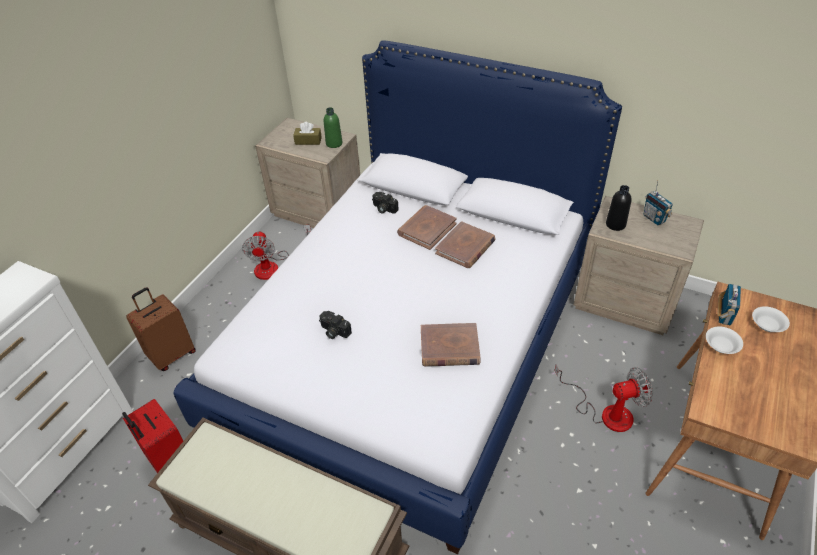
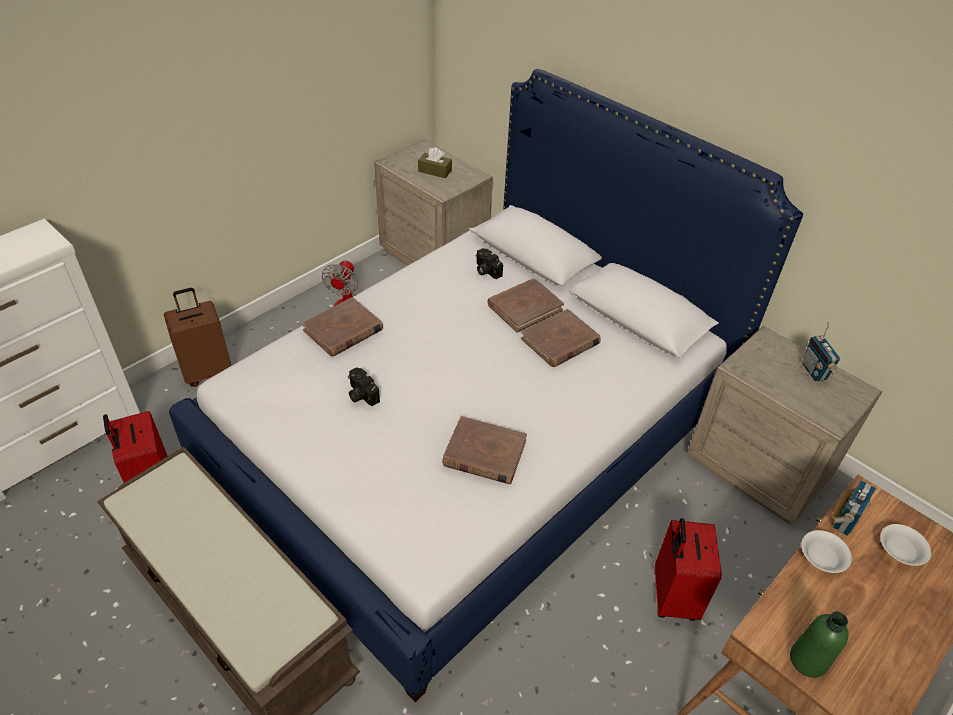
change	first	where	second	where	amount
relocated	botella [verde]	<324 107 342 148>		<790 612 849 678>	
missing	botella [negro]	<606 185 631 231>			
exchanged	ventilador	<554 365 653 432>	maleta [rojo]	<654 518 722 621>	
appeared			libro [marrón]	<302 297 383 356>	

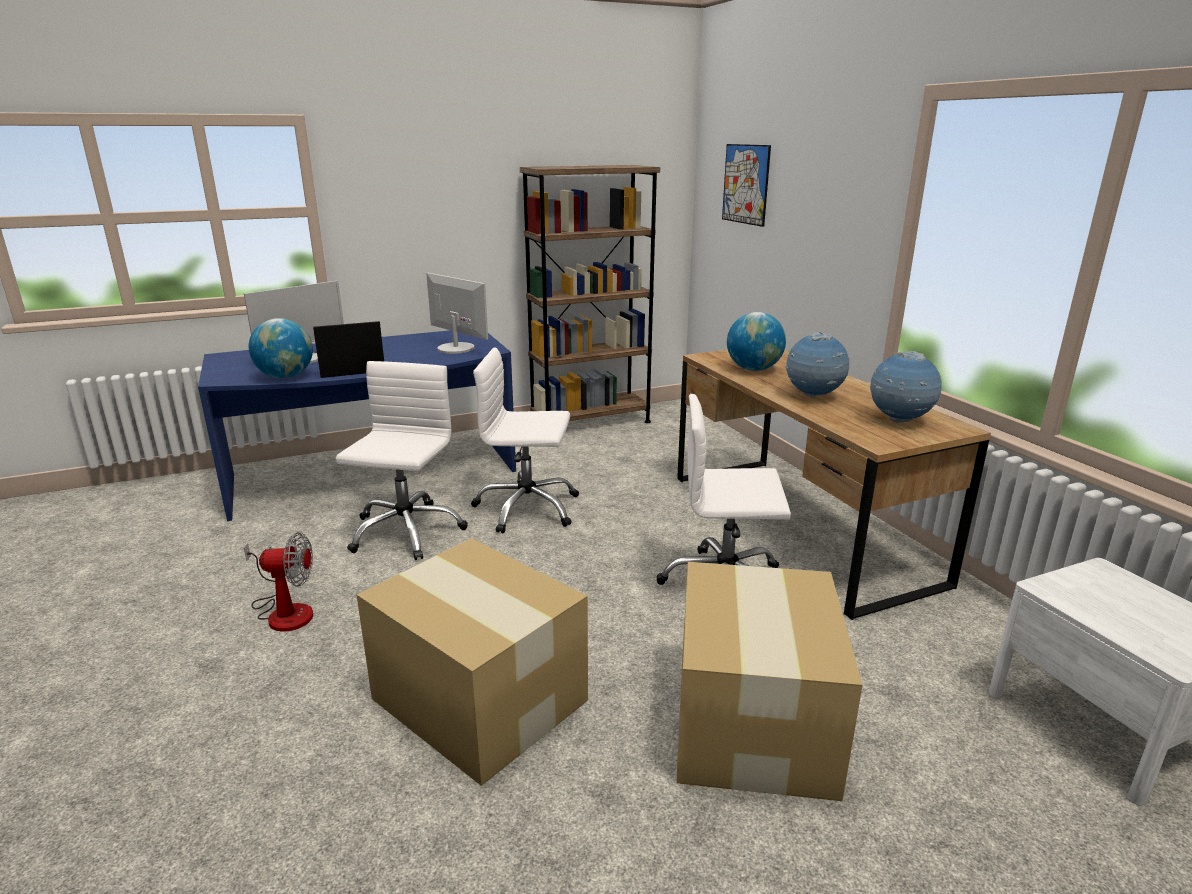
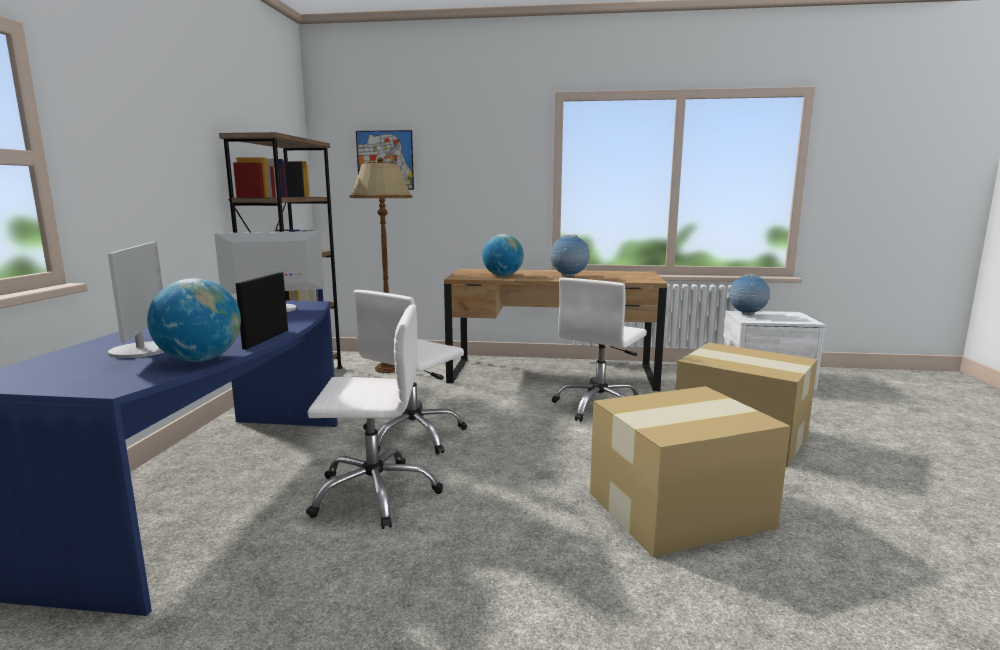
change	first	where	second	where	amount
relocated	globo terráqueo	<870 351 942 423>		<728 274 770 315>	
spun	silla de oficina [blanco]	<336 361 468 560>		<306 304 443 529>	135 degrees clockwise
missing	ventilador	<244 532 313 632>			
appeared			lámpara de pie [marrón]	<350 157 412 373>	

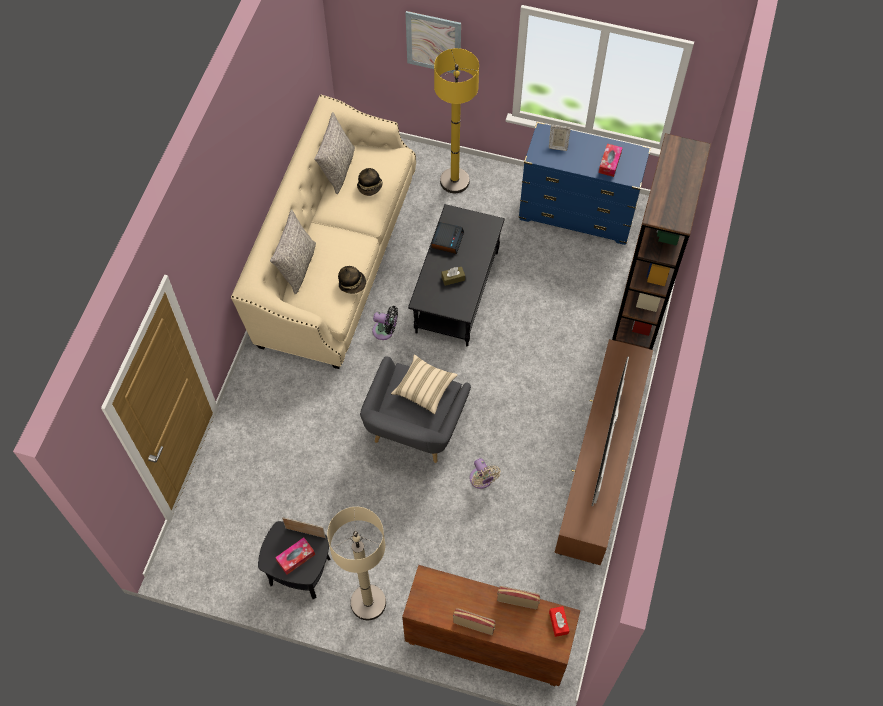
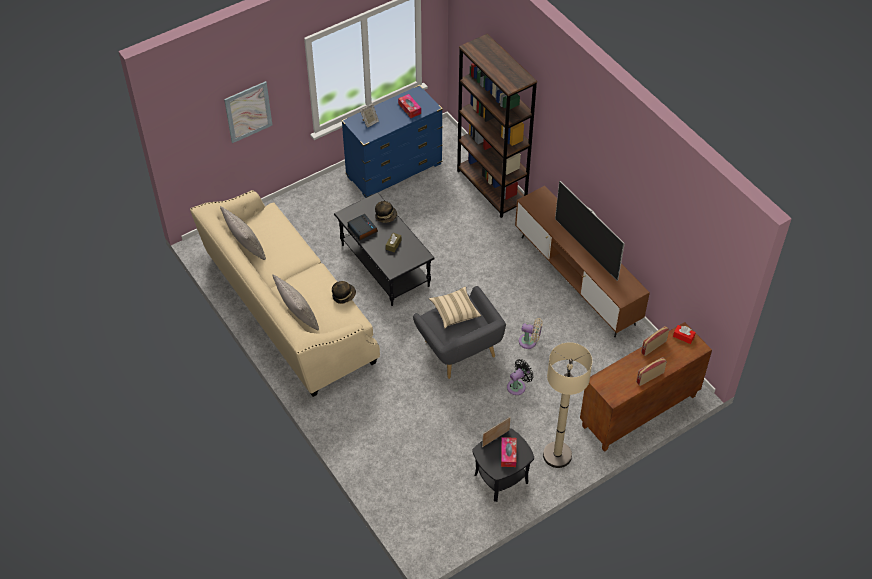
change	first	where	second	where	amount
missing	lámpara de pie [amarillo]	<434 48 479 193>			
relocated	sombrero	<357 168 383 196>		<375 201 397 223>	
relocated	ventilador [negro]	<372 306 398 340>		<507 359 533 395>	

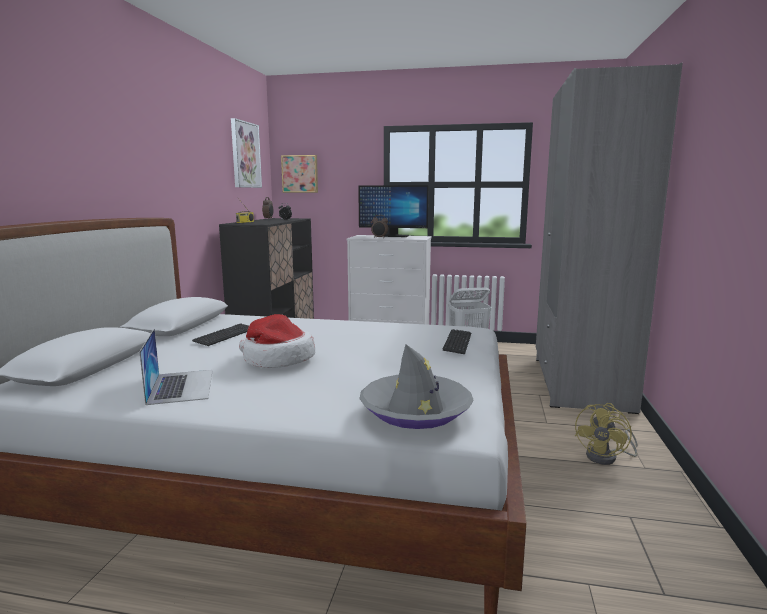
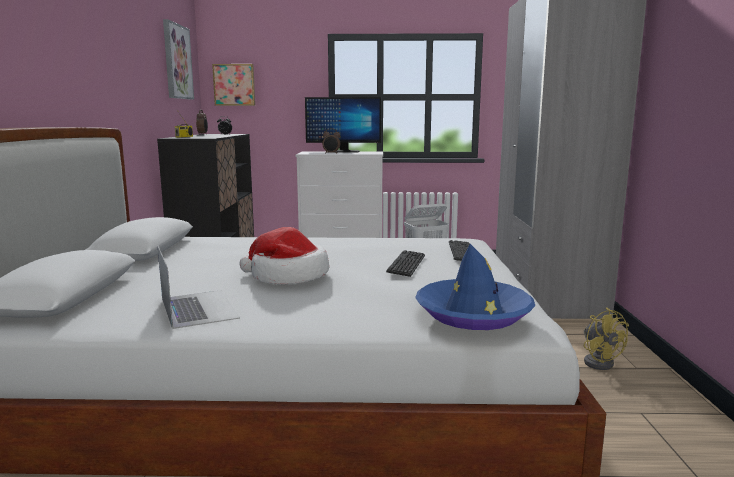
change	first	where	second	where	amount
relocated	teclado	<192 323 249 346>		<386 250 425 277>	
colour	sombrero [gris]	<359 344 474 429>	sombrero [azul]	<415 244 535 330>	
spun	ventilador [amarillo]	<575 403 637 465>		<584 307 629 370>	45 degrees counterclockwise

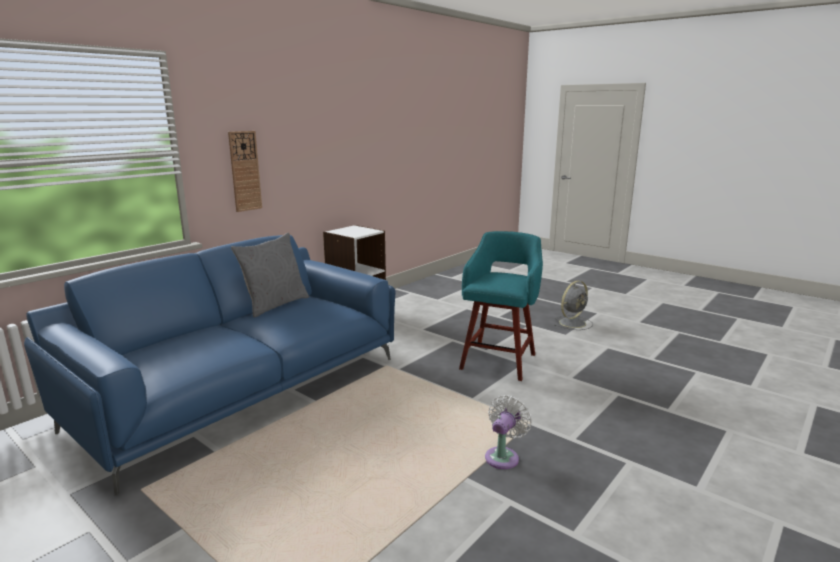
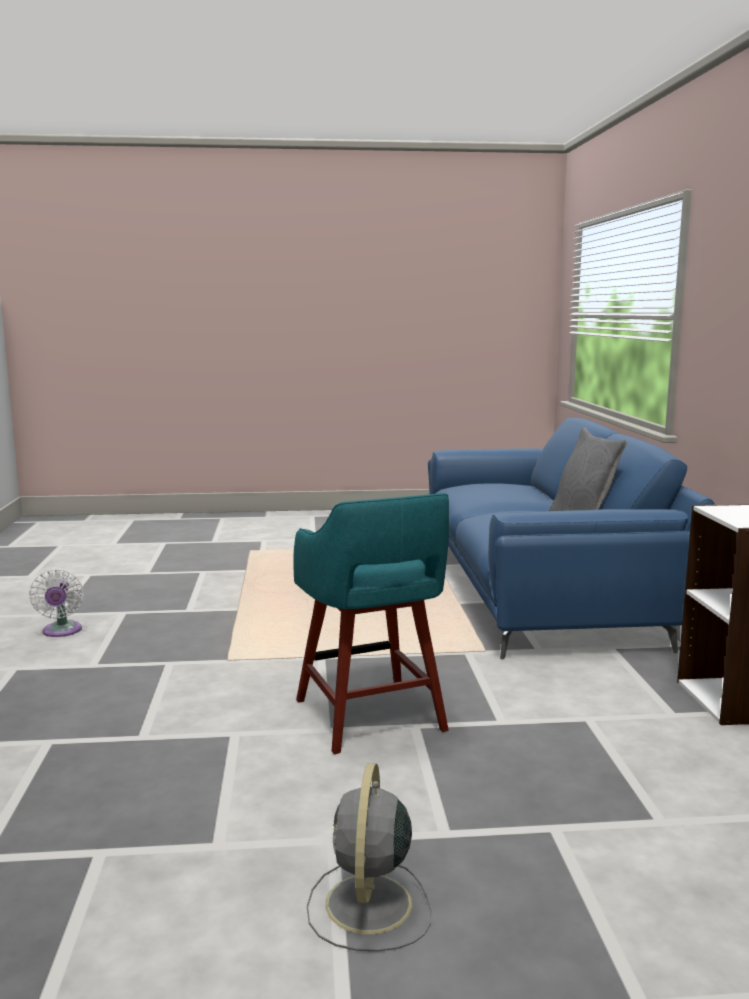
change	first	where	second	where	amount
missing	reloj de pared	<228 131 262 212>			
relocated	ventilador [blanco]	<485 395 532 469>		<29 569 84 637>	

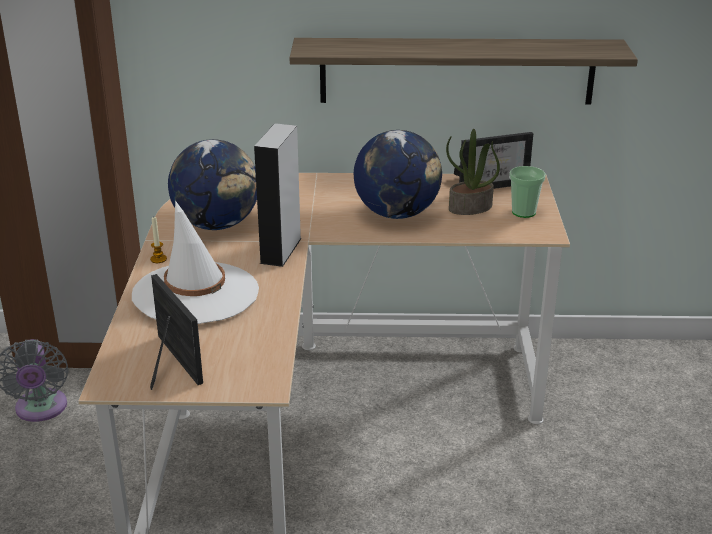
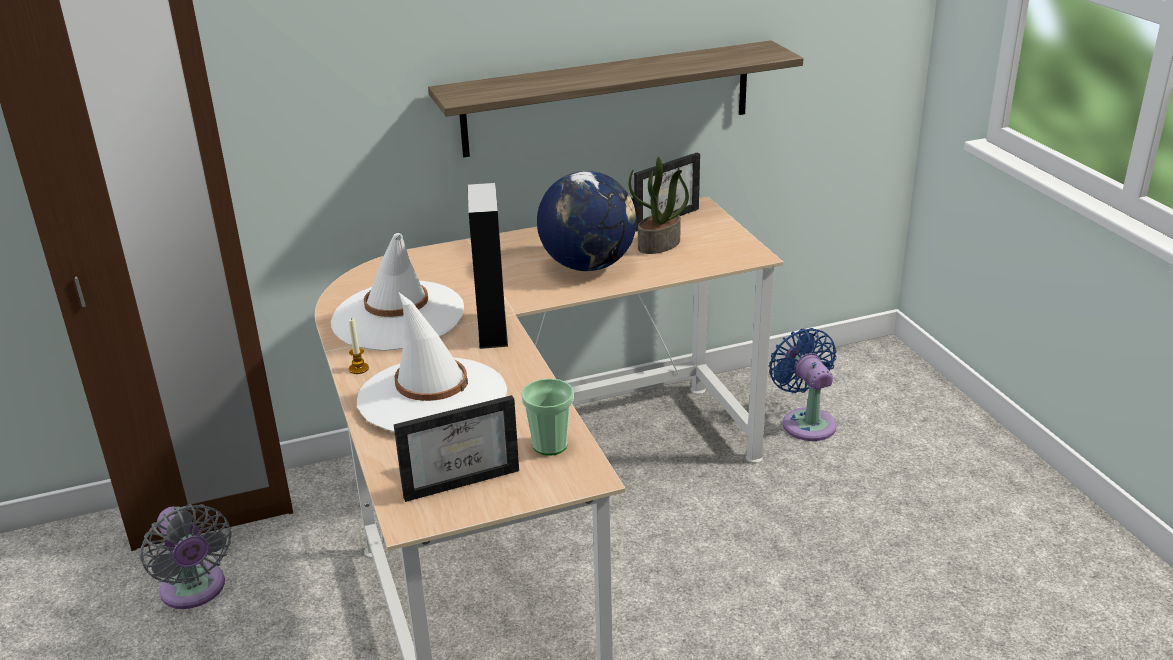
change	first	where	second	where	amount
exchanged	globo terráqueo	<168 139 257 230>	sombrero [blanco]	<331 233 464 351>	
relocated	taza	<509 166 546 218>		<521 379 574 456>	
spun	portarretratos	<150 274 203 390>		<394 395 519 502>	120 degrees clockwise
appeared			ventilador [azul]	<769 328 837 441>	

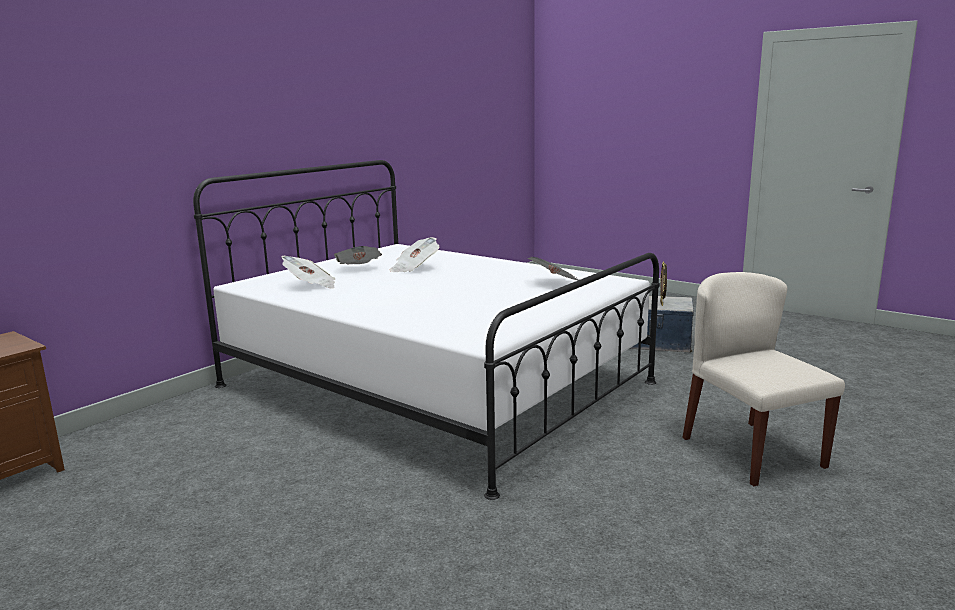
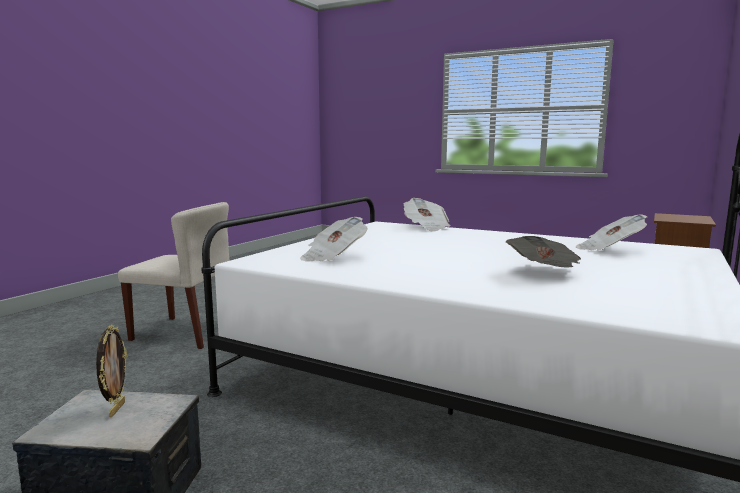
change	first	where	second	where	amount
relocated	periódico	<334 246 382 264>		<403 198 450 232>	
spun	silla [beis]	<682 272 845 486>		<118 202 229 349>	45 degrees counterclockwise

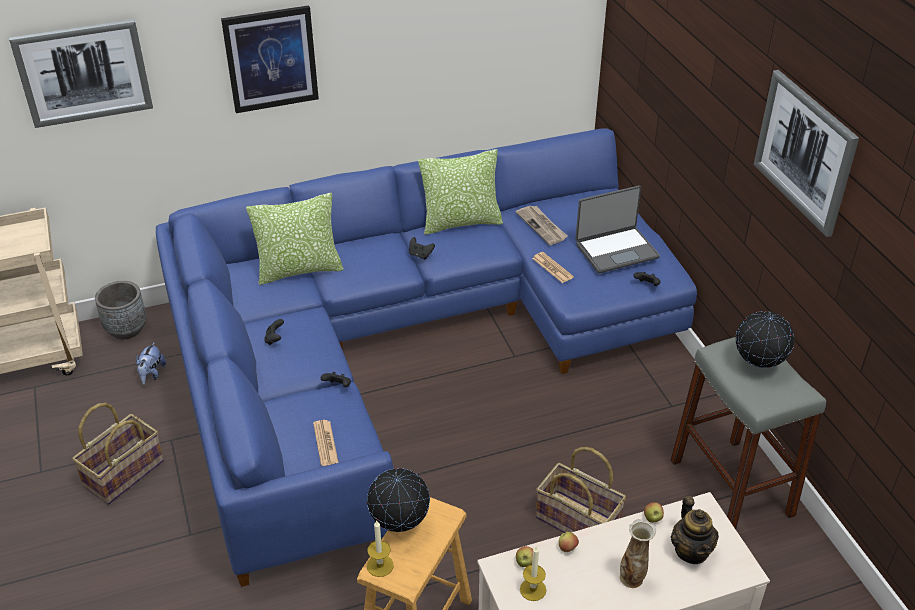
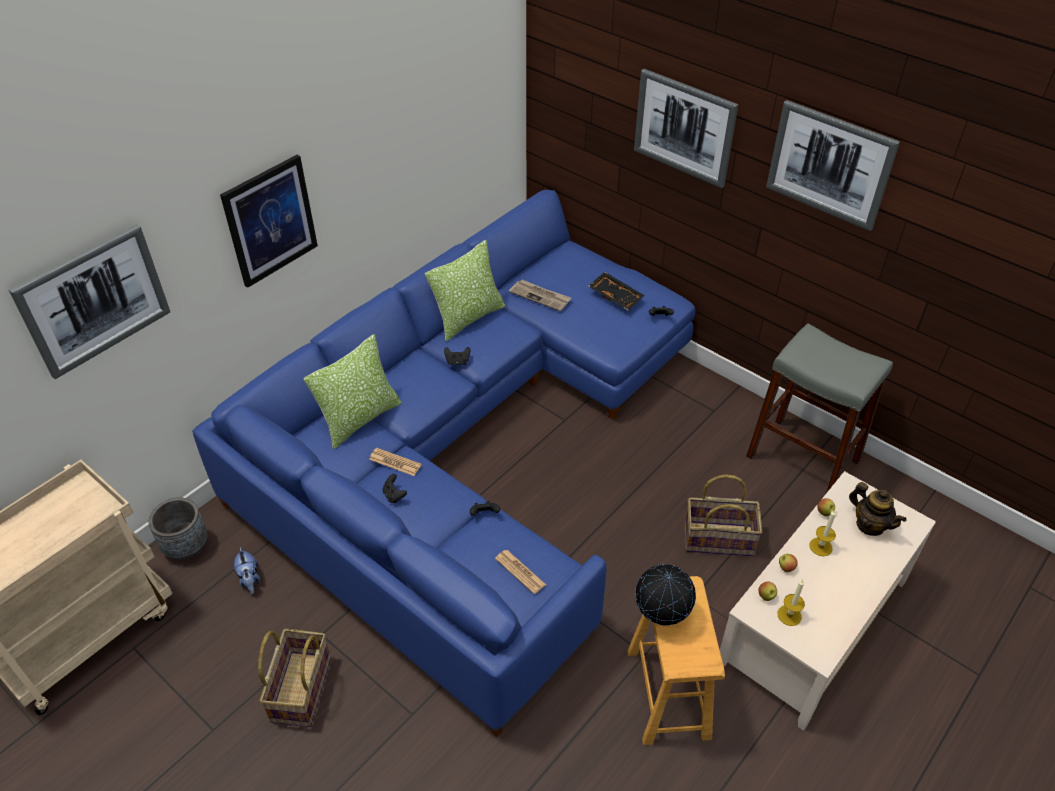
change	first	where	second	where	amount
exchanged	portátil	<575 186 660 273>	bandeja [negro]	<588 272 644 310>	
relocated	periódico	<532 252 574 283>		<369 448 422 476>	
missing	globo terráqueo	<736 311 794 368>			
missing	florero	<620 519 656 588>			
relocated	vela	<367 521 393 577>		<810 510 836 556>	
appeared			cuadro	<634 69 739 188>	

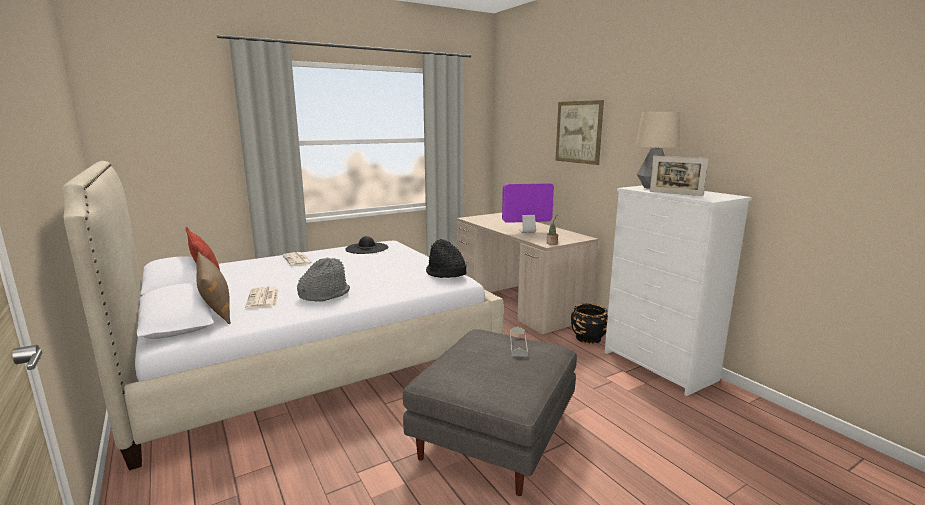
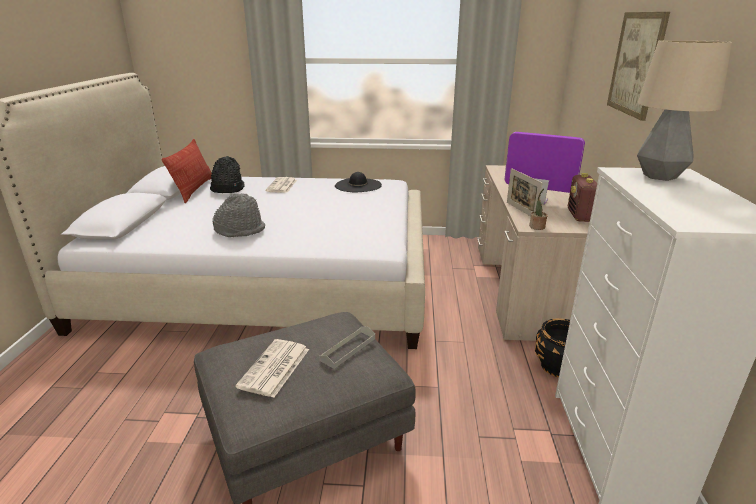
change	first	where	second	where	amount
relocated	portarretratos	<650 156 709 196>		<507 168 542 216>	
relocated	sombrero [negro]	<426 239 467 278>		<210 156 245 193>	
missing	cojín [marrón]	<196 252 231 324>			
relocated	periódico	<245 286 279 309>		<235 339 309 398>	
appeared			radio	<568 173 597 222>	

